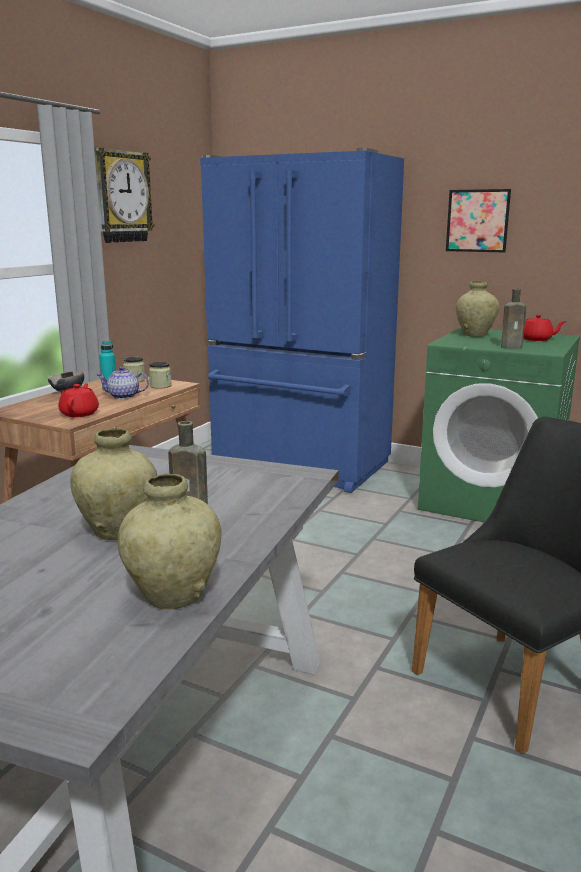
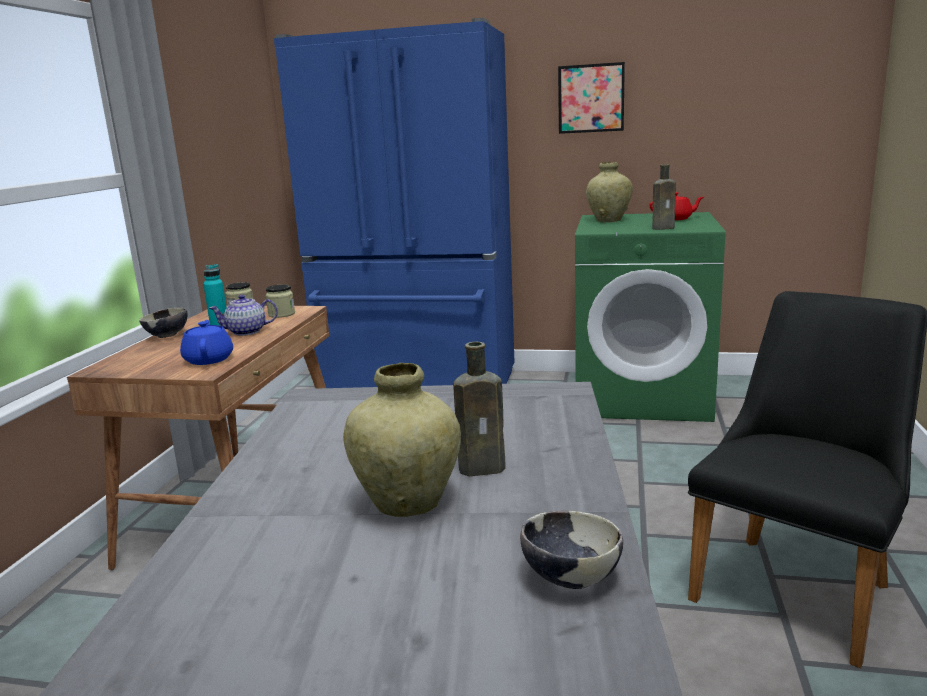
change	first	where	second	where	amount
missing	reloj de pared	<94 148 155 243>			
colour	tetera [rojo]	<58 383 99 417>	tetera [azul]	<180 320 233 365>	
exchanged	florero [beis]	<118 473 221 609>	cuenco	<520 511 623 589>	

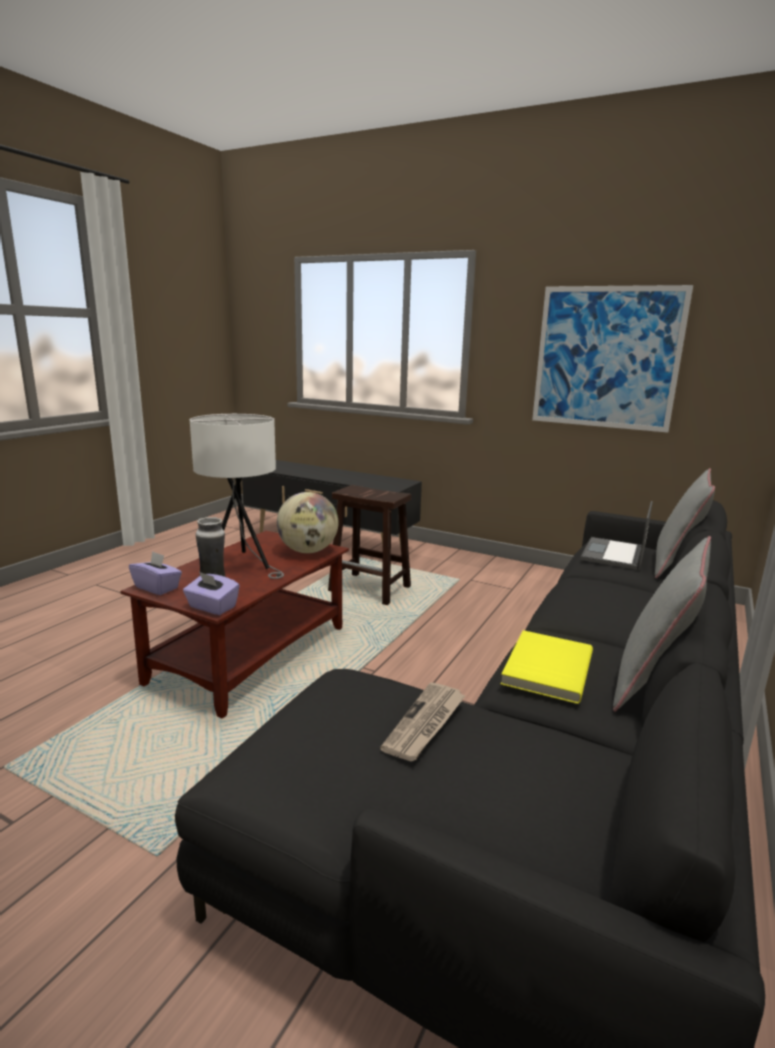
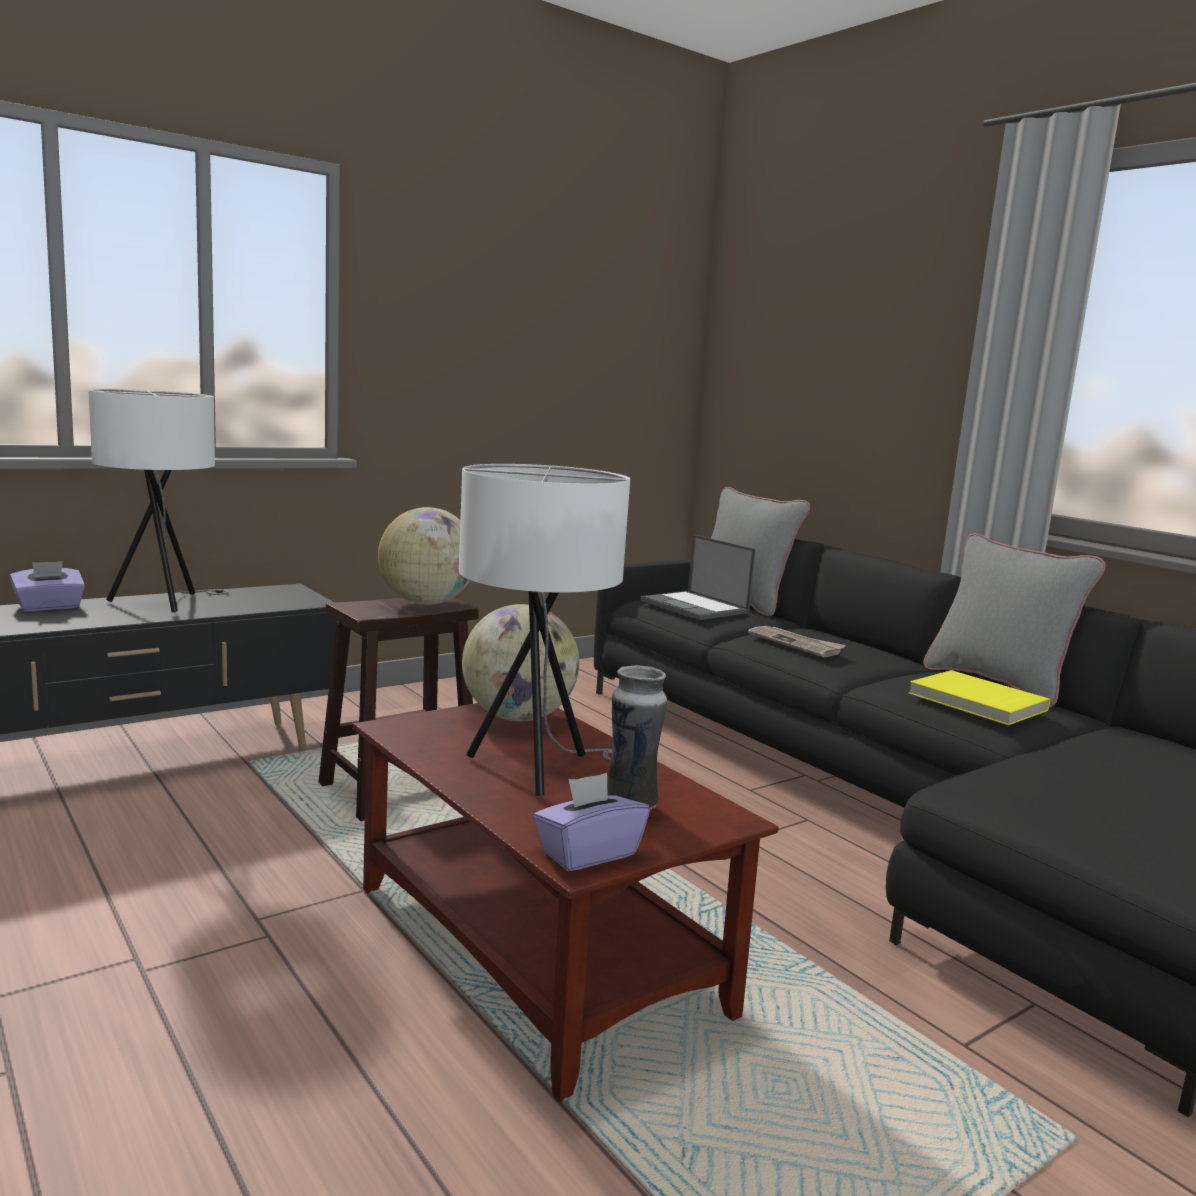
change	first	where	second	where	amount
missing	cuadro	<532 285 693 433>			
relocated	caja de pañuelos [morado]	<183 572 240 615>		<10 561 85 612>	
relocated	periódico	<380 682 466 761>		<748 626 846 657>	
appeared			lámpara de mesa [blanco]	<88 389 229 612>	
appeared			globo terráqueo	<378 507 470 605>	

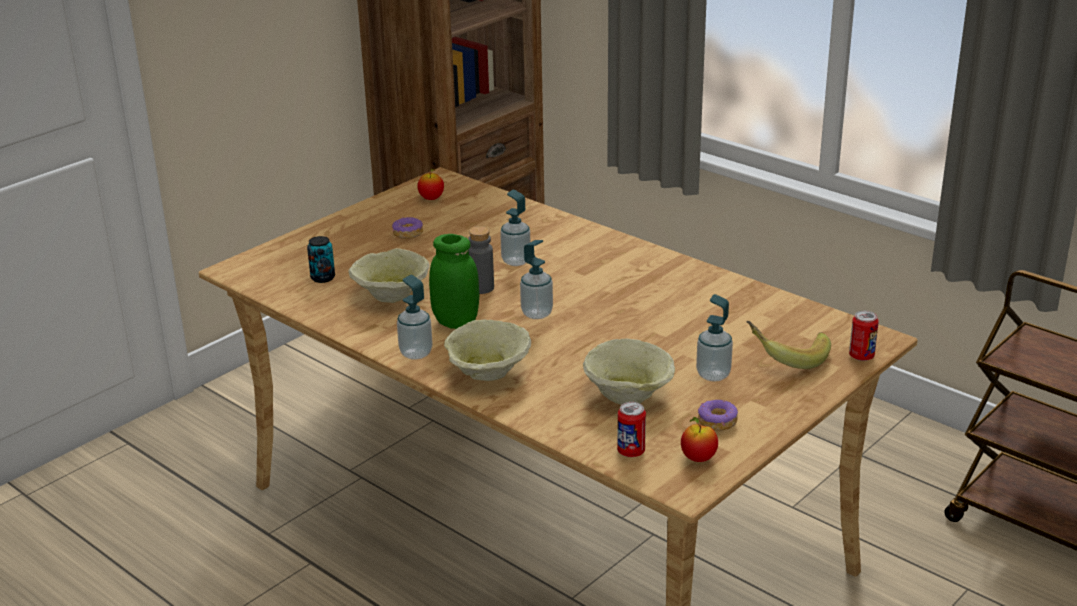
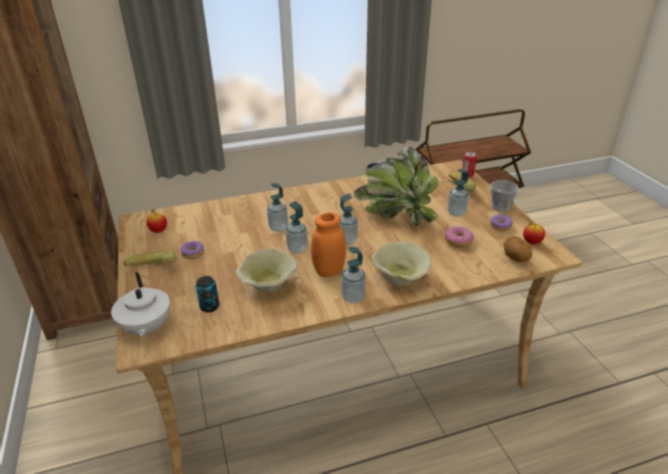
change	first	where	second	where	amount
exchanged	botella [gris]	<468 226 494 294>	dispensador de jabón	<286 201 308 254>	
colour	tarro [verde]	<429 234 479 329>	tarro [naranja]	<311 212 346 277>	
exchanged	cuenco [beis]	<583 338 675 405>	rosquilla	<445 226 474 247>	
exchanged	lata	<617 402 646 457>	patata	<504 236 532 262>	
appeared			planta en maceta	<354 147 439 226>	
appeared			taza	<490 180 519 212>	
appeared			plátano	<124 250 176 266>	
appeared			tetera [blanco]	<111 272 170 338>	

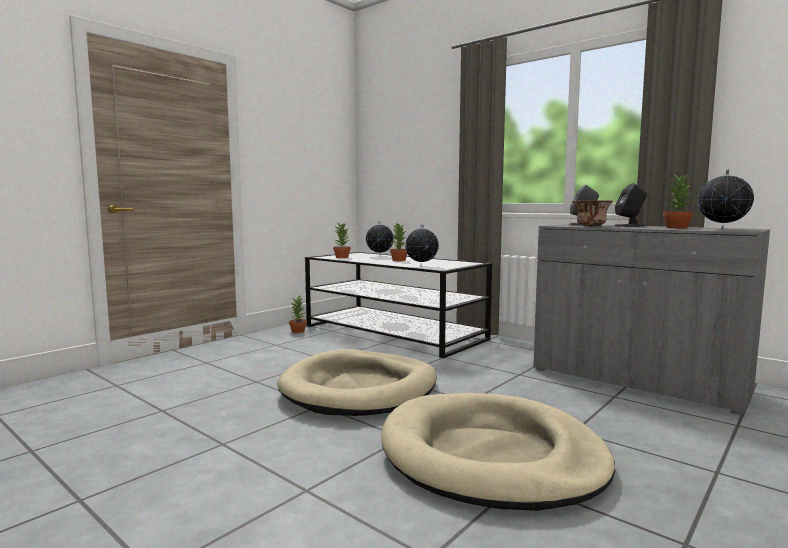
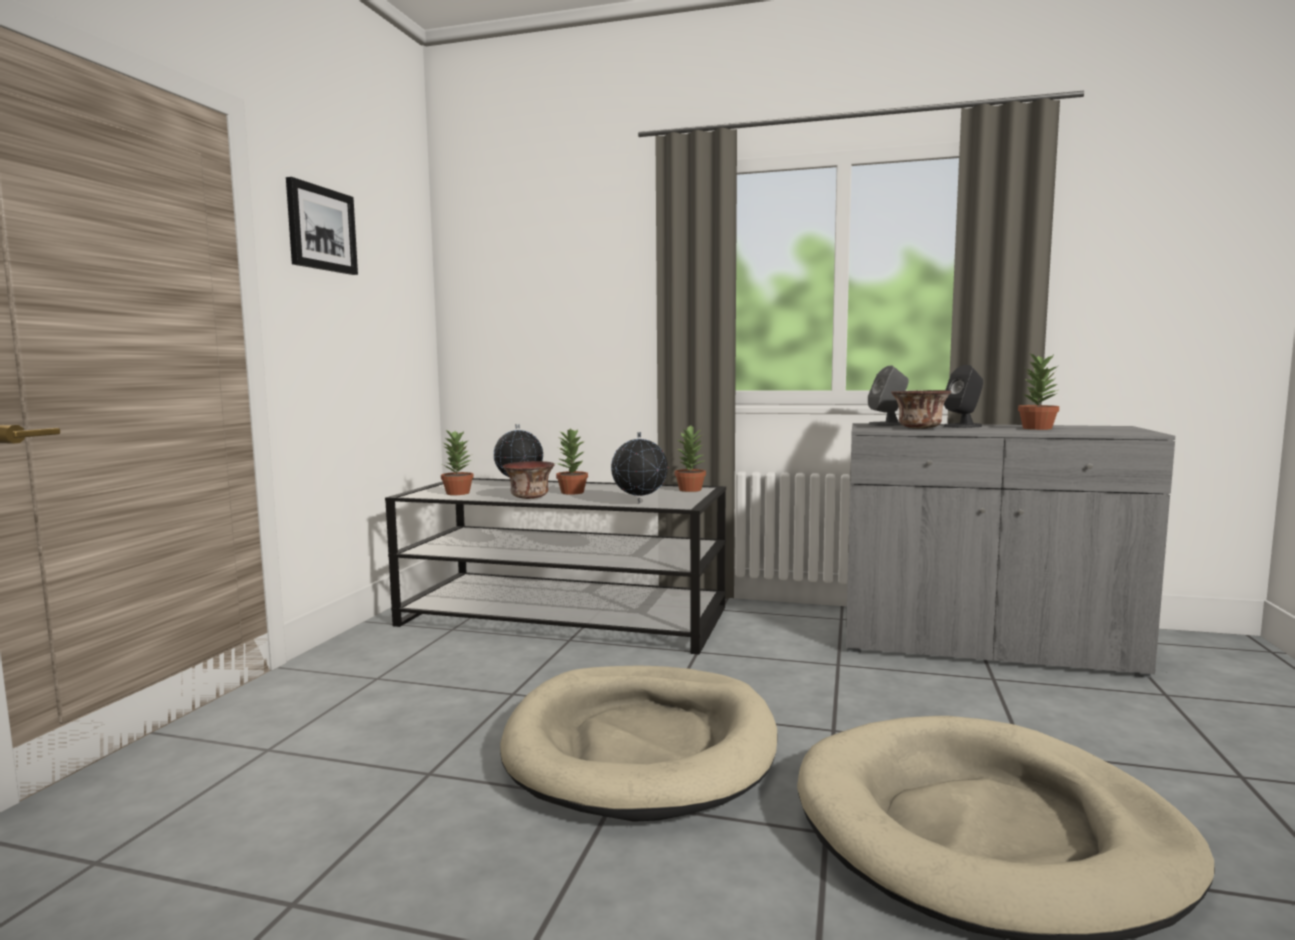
change	first	where	second	where	amount
missing	globo terráqueo	<698 170 754 230>			
relocated	planta en maceta	<289 295 307 333>		<675 426 706 492>	
appeared			cuadro	<286 177 358 275>	
appeared			cuenco	<503 461 555 499>	

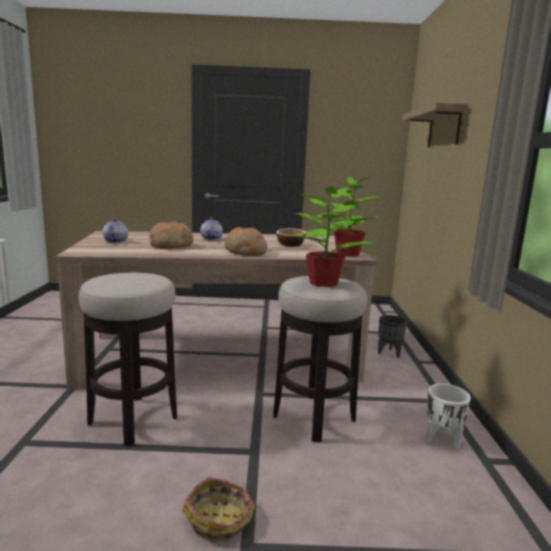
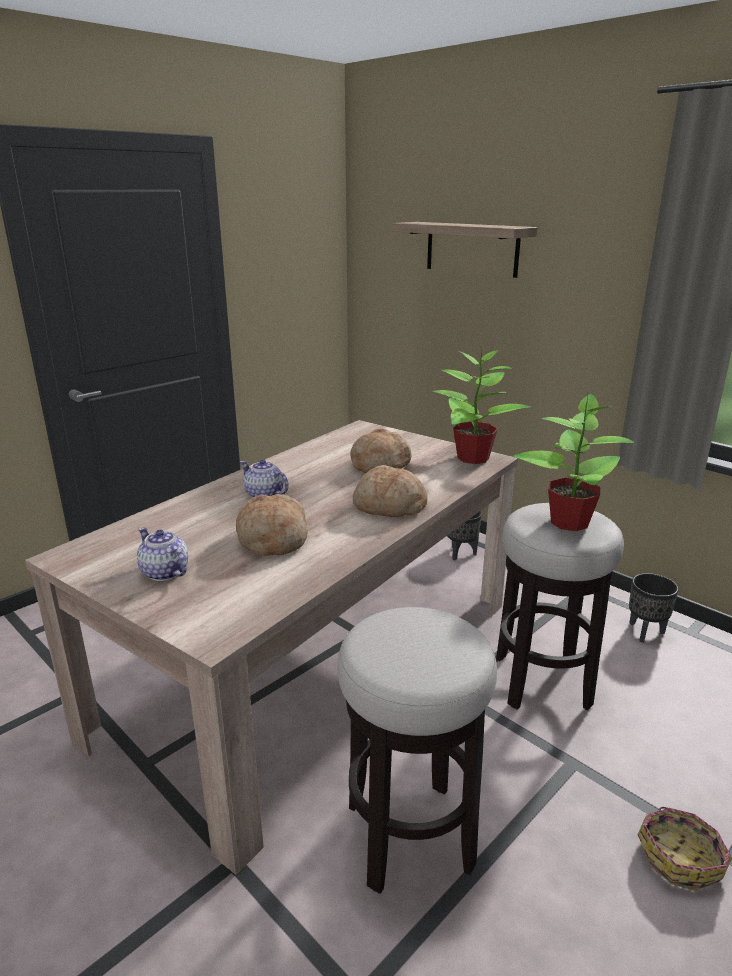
change	first	where	second	where	amount
exchanged	cuenco	<276 228 306 247>	pan	<350 429 412 473>	
colour	maceta [blanco]	<426 384 471 449>	maceta [negro]	<629 573 679 643>	

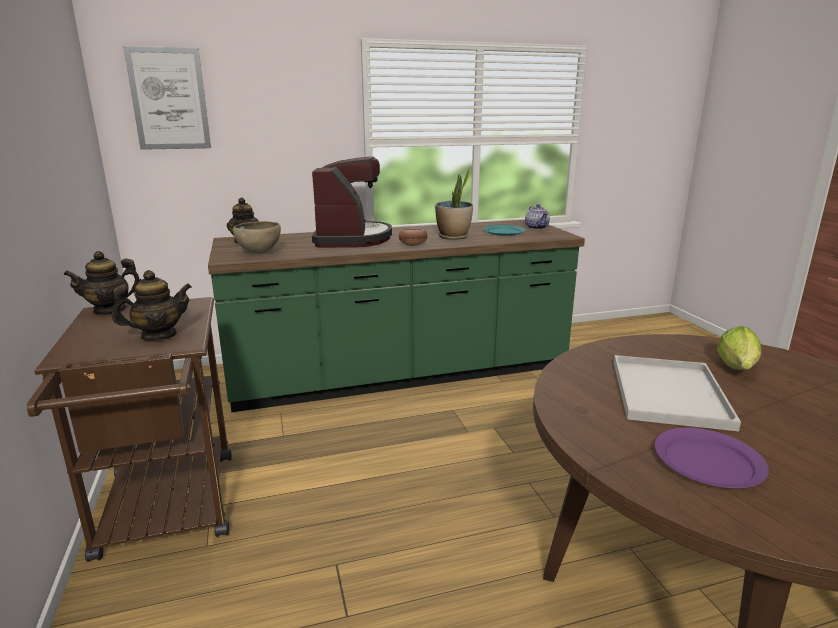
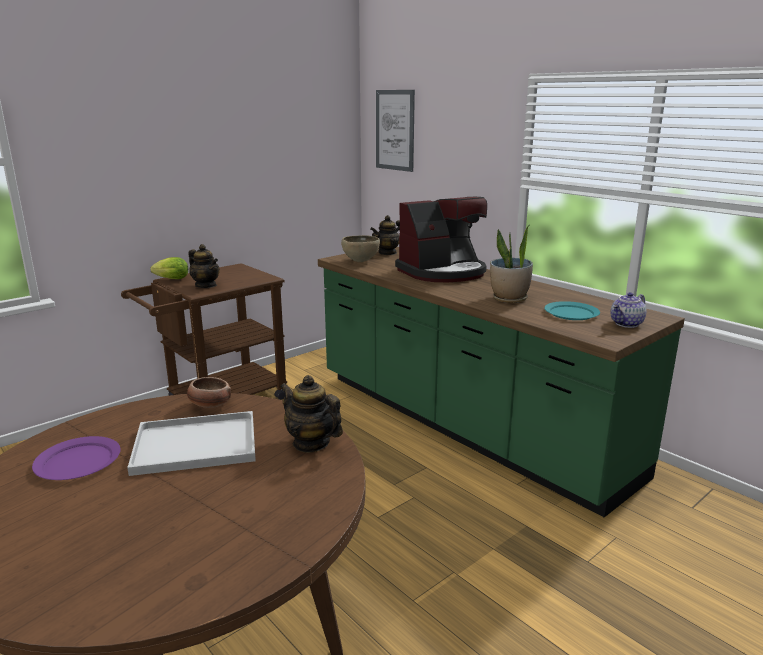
change	first	where	second	where	amount
relocated	cuenco	<399 229 428 246>		<187 377 231 408>	
relocated	tetera	<63 251 141 315>		<280 375 343 453>	
relocated	lechuga	<717 326 761 370>		<150 257 188 279>	

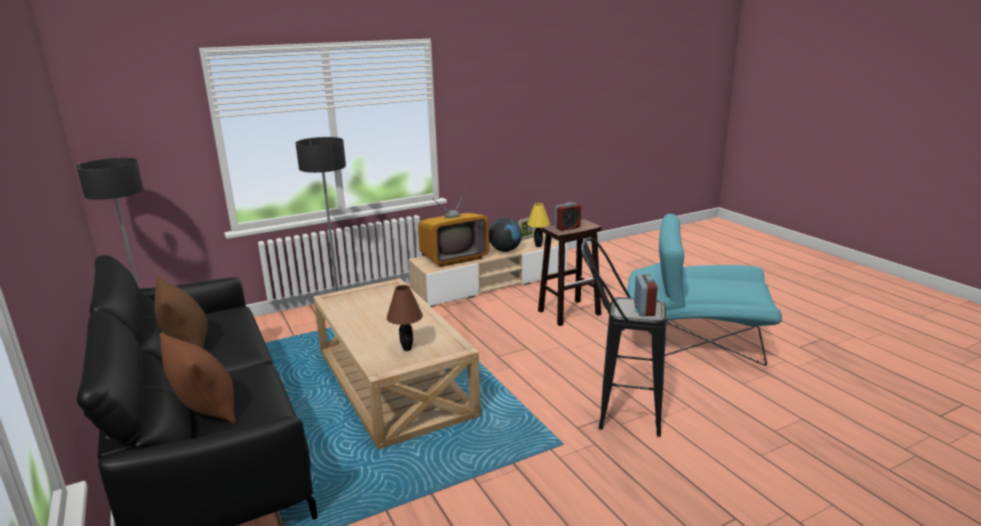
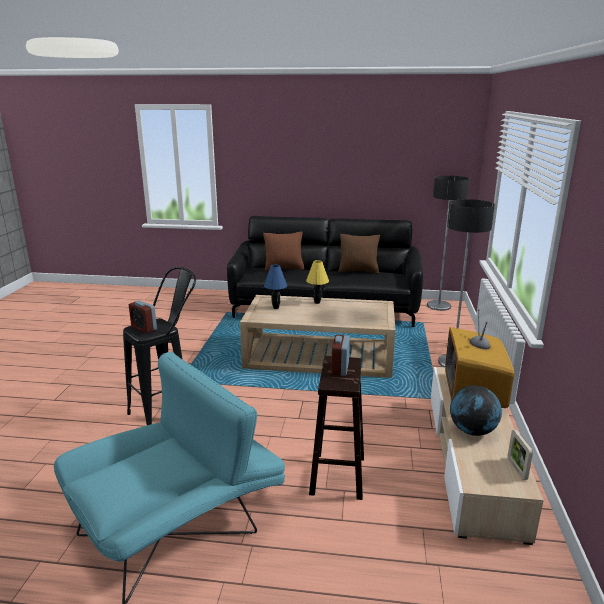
change	first	where	second	where	amount
relocated	lámpara de mesa [amarillo]	<527 203 550 247>		<306 260 329 304>	
colour	lámpara de mesa [marrón]	<387 285 423 351>	lámpara de mesa [azul]	<264 264 287 309>	

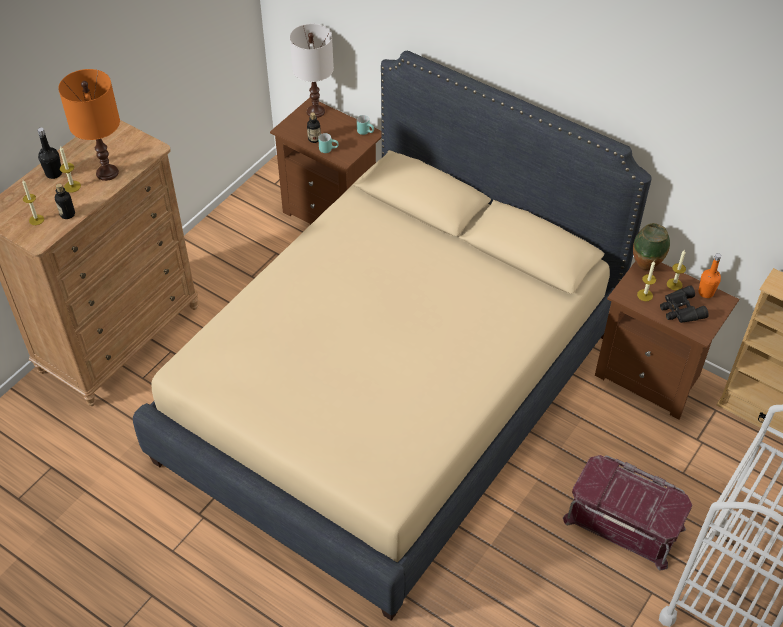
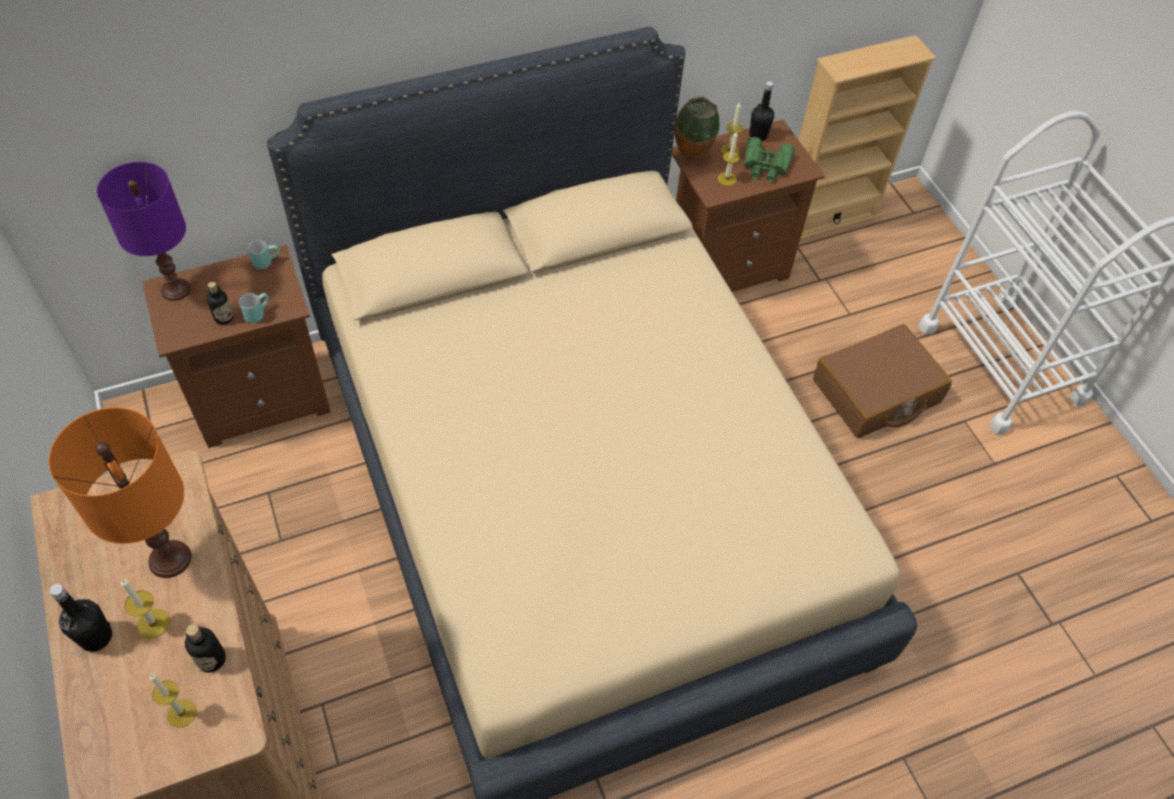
change	first	where	second	where	amount
colour	lámpara de mesa [blanco]	<290 24 334 118>	lámpara de mesa [morado]	<97 162 191 301>	
colour	botella [naranja]	<699 253 721 298>	botella [negro]	<749 81 774 141>	
colour	prismáticos [negro]	<660 285 709 323>	prismáticos [verde]	<744 137 795 182>	
exchanged	caja de almacenaje [rojo]	<563 455 692 571>	maleta [marrón]	<813 324 952 438>	

